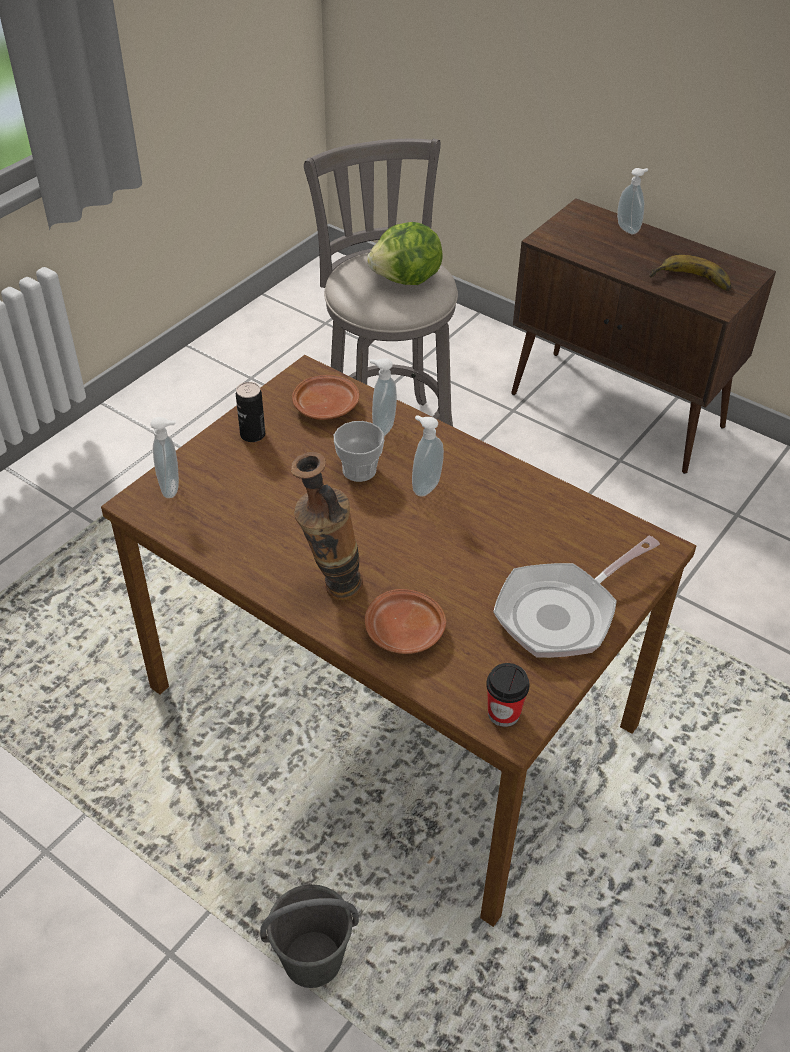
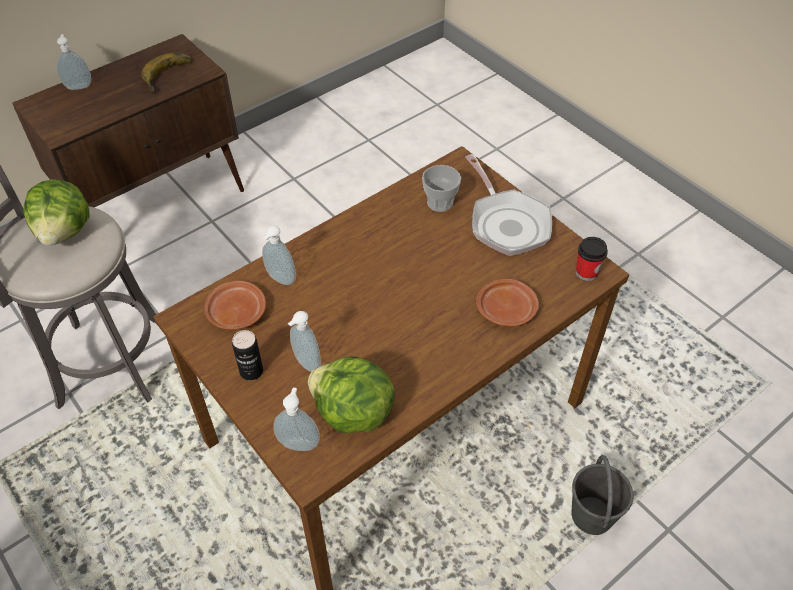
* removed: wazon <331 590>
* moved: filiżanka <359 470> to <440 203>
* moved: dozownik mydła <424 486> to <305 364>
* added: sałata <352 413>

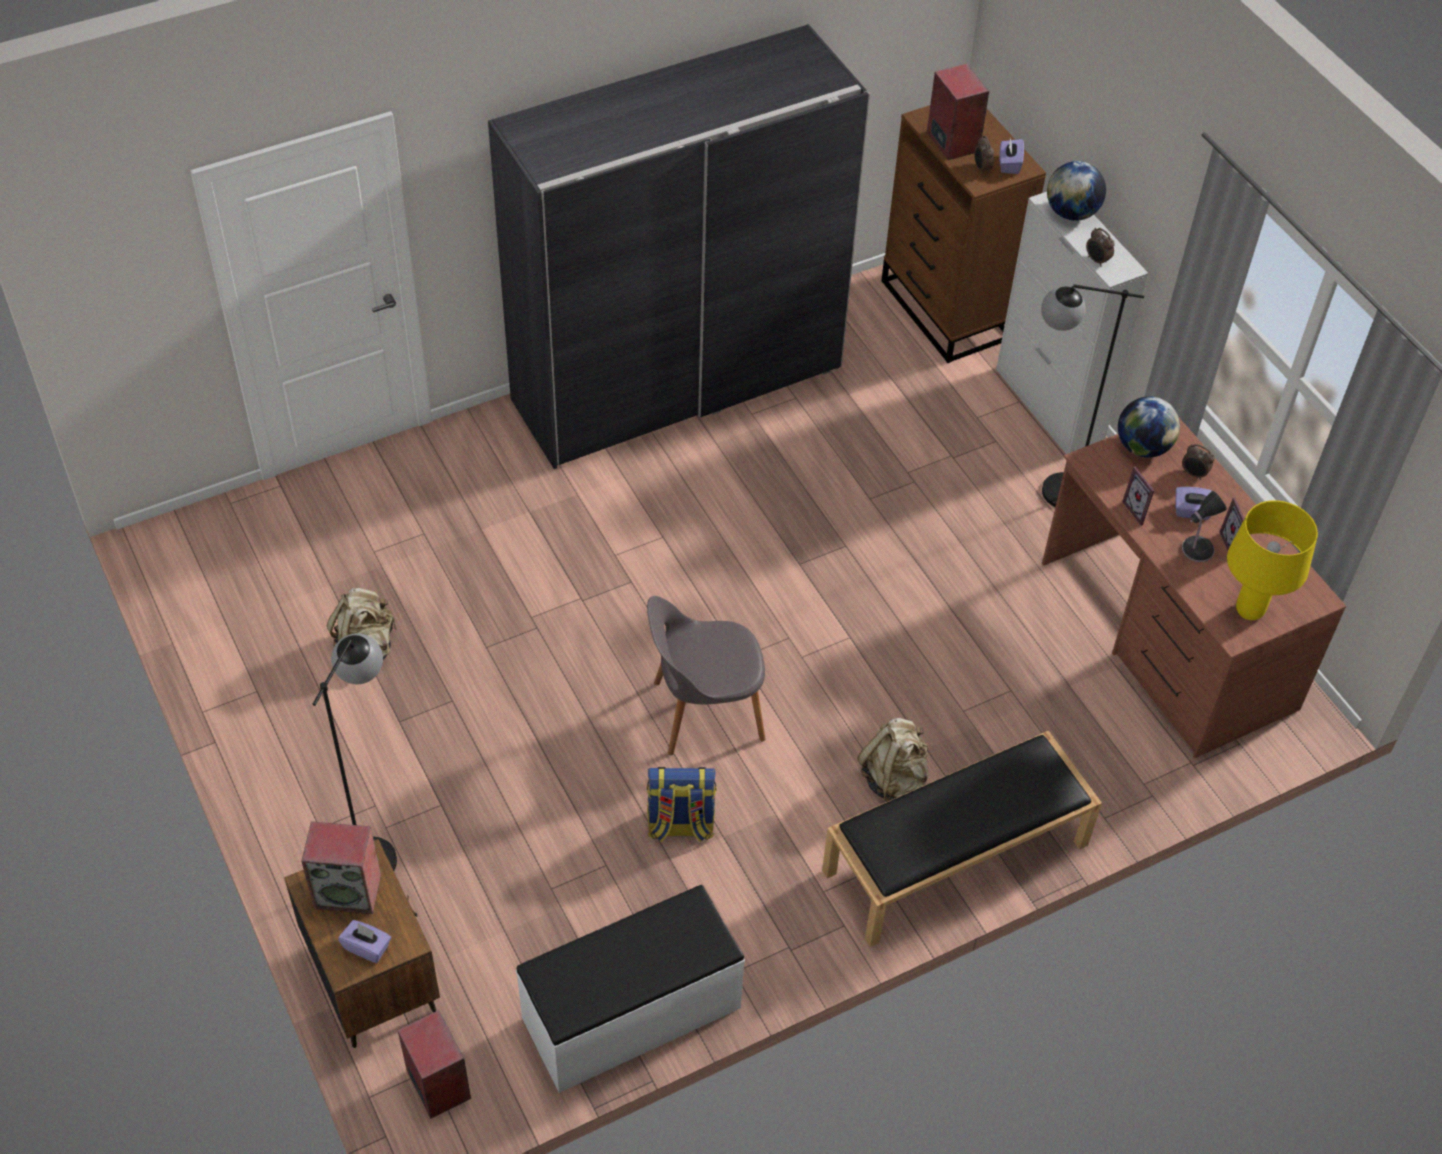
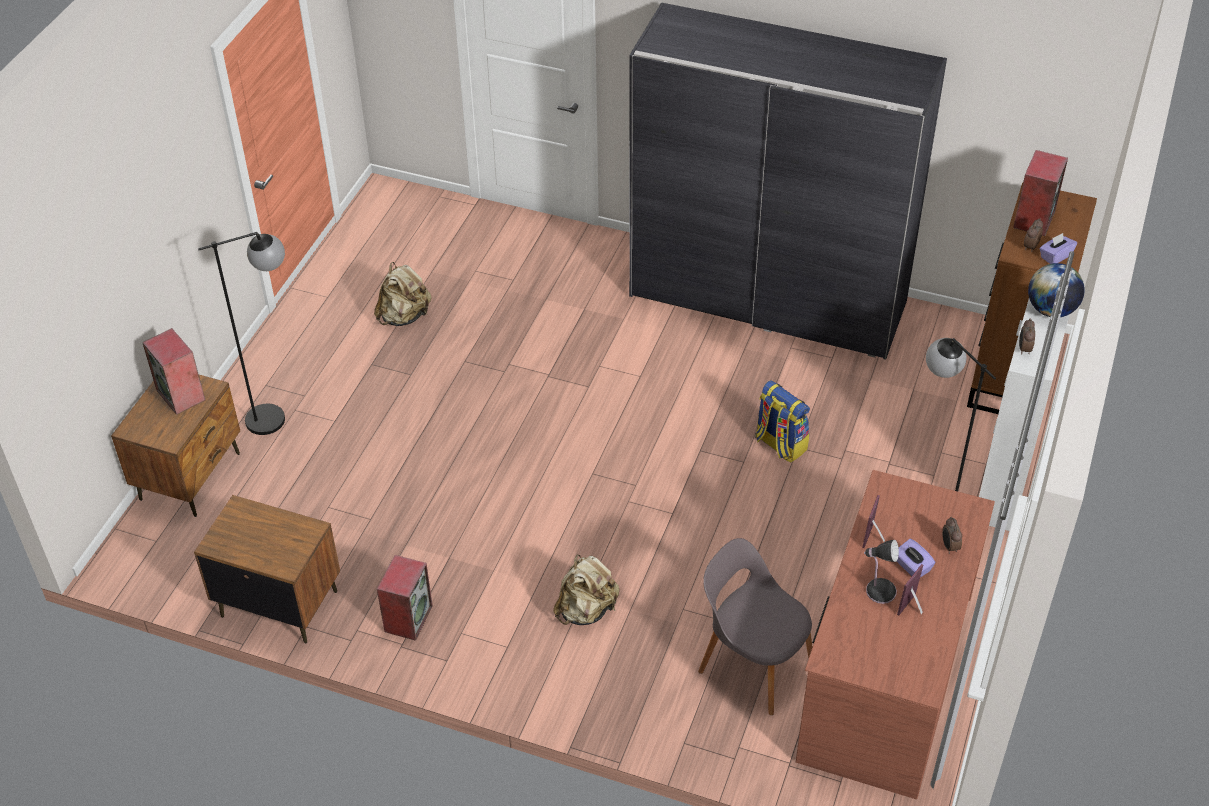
* removed: pudełko chusteczek (fioletowy) <367 947>
* moved: głośnik <437 1084> to <408 618>
* replaced: ławka (biały) <632 1014> to szafka nocna (brązowy) <279 603>
* moved: plecak <680 826> to <779 444>
* moved: krzesło (szary) <704 712> to <753 664>
* removed: ławka (czarny) <955 859>
* removed: globus <1142 447>
* removed: lampa stołowa (żółty) <1250 611>

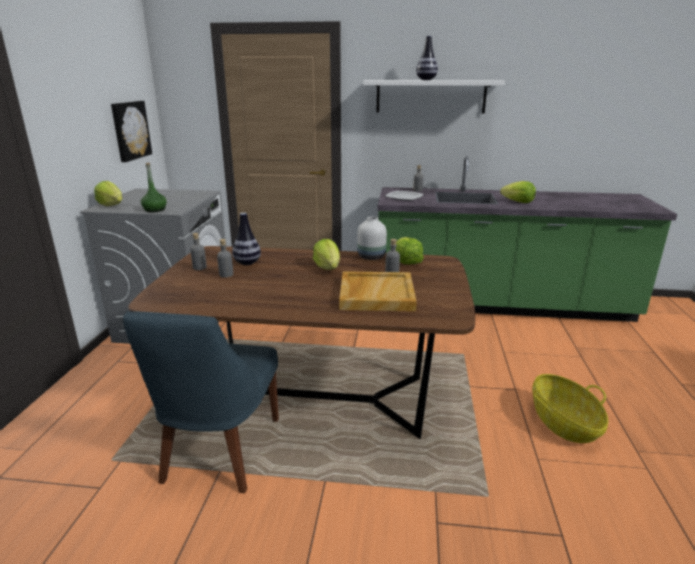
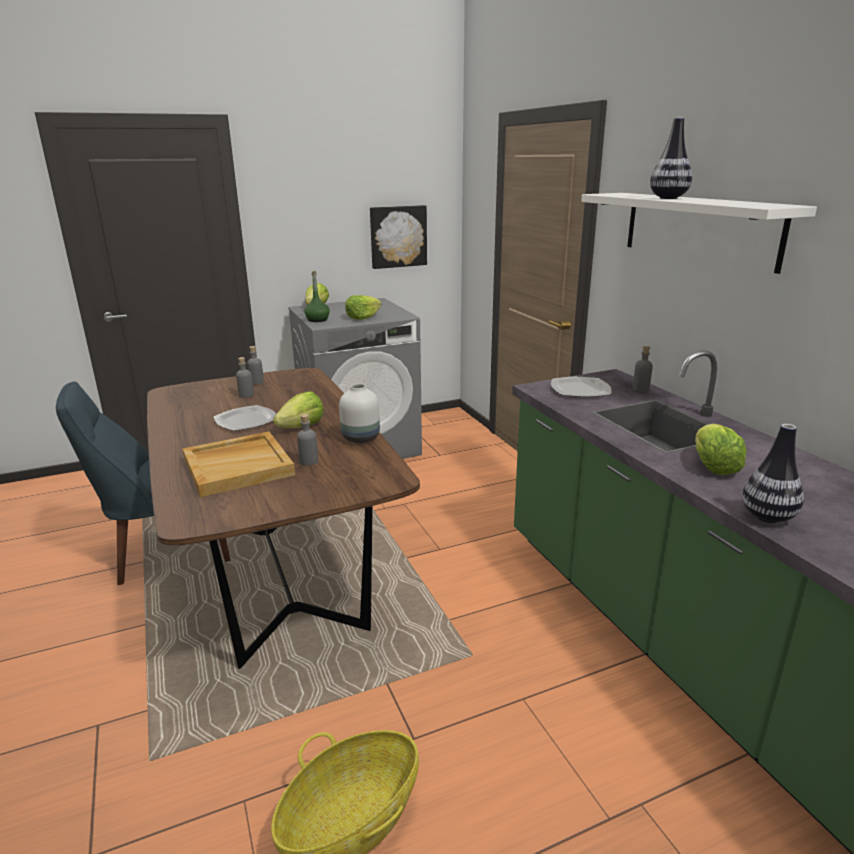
* moved: wazon <247 263> to <767 517>
* moved: sałata <406 261> to <362 317>
* added: talerz <246 421>

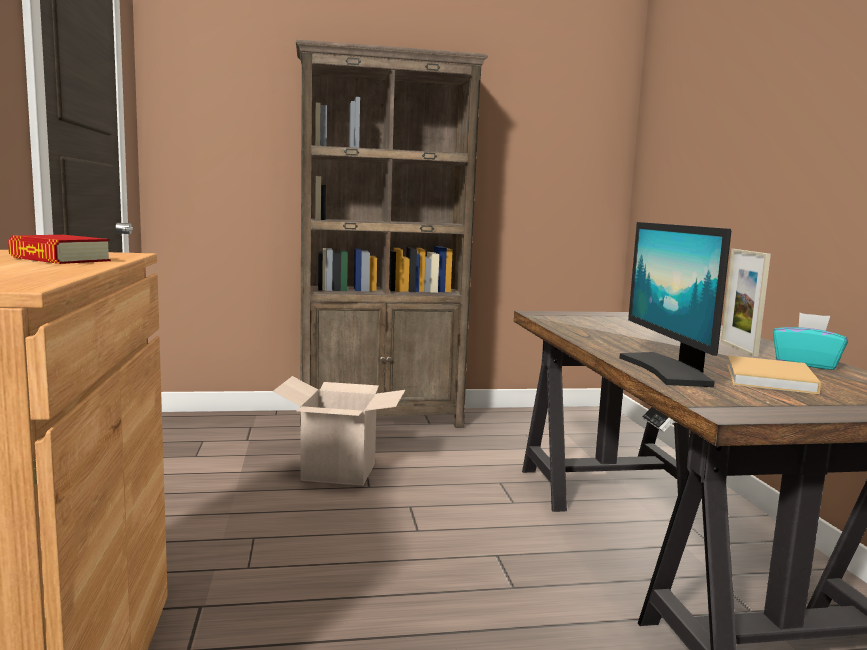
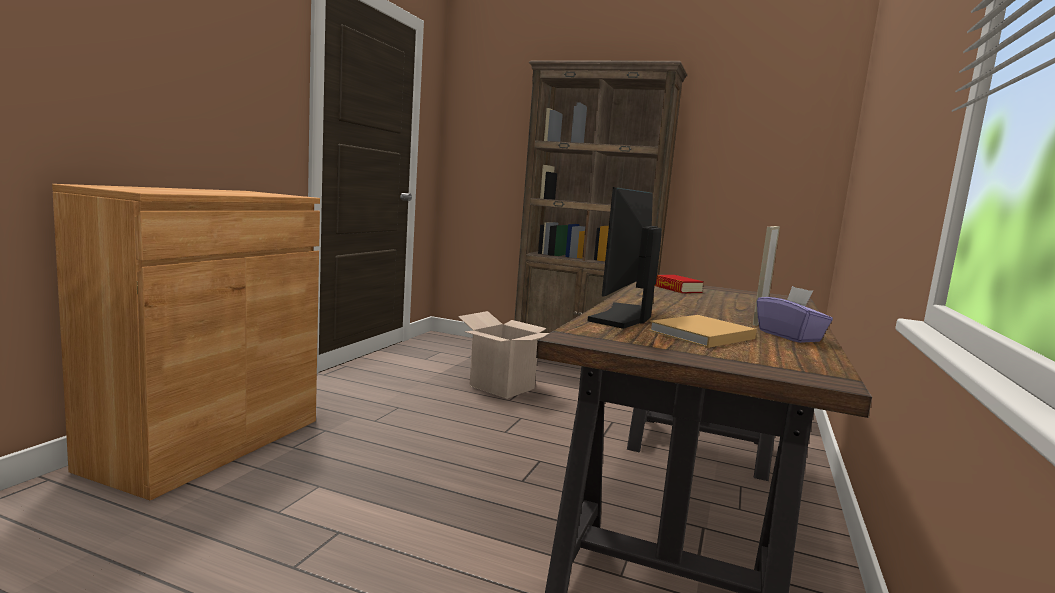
* moved: książka <60 259> to <676 289>
* recoloured: pudełko chusteczek (turkusowy) <807 363> to pudełko chusteczek (fioletowy) <789 336>

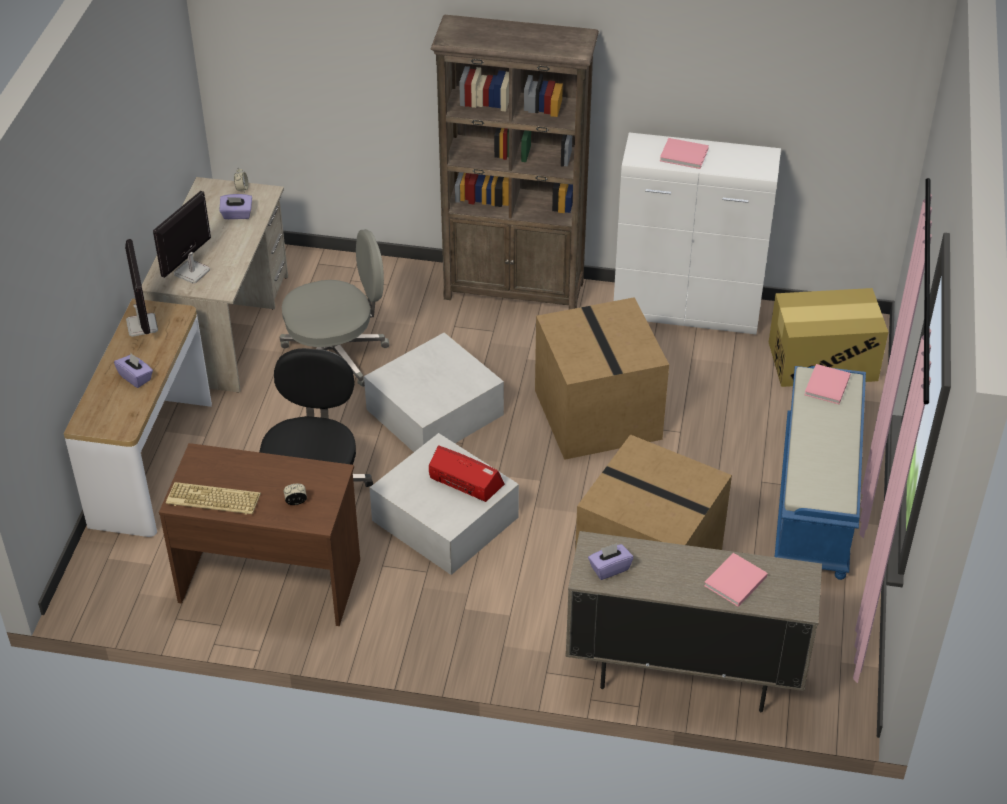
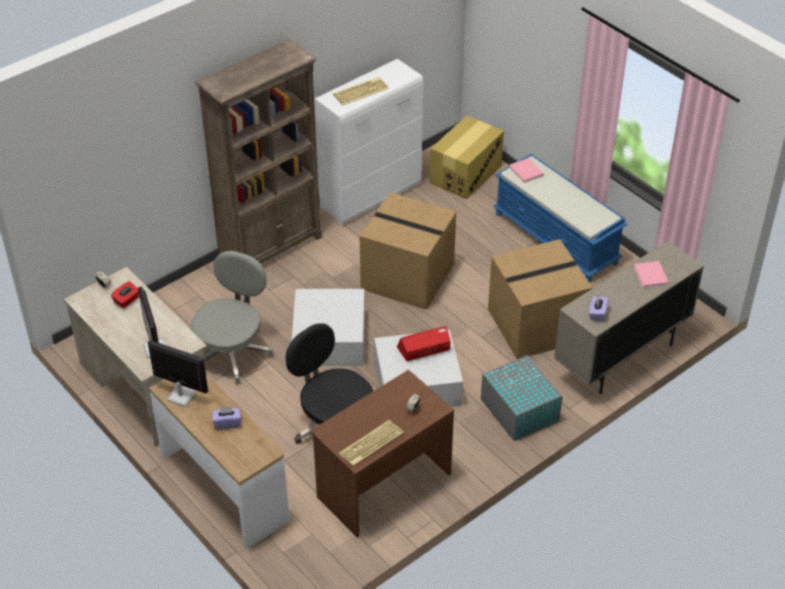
* recoloured: pudełko chusteczek (fioletowy) <237 215> to pudełko chusteczek (czerwony) <127 300>
* replaced: książka (różowy) <685 155> to klawiatura <361 91>
* added: pojemnik do przechowywania (szary) <519 409>

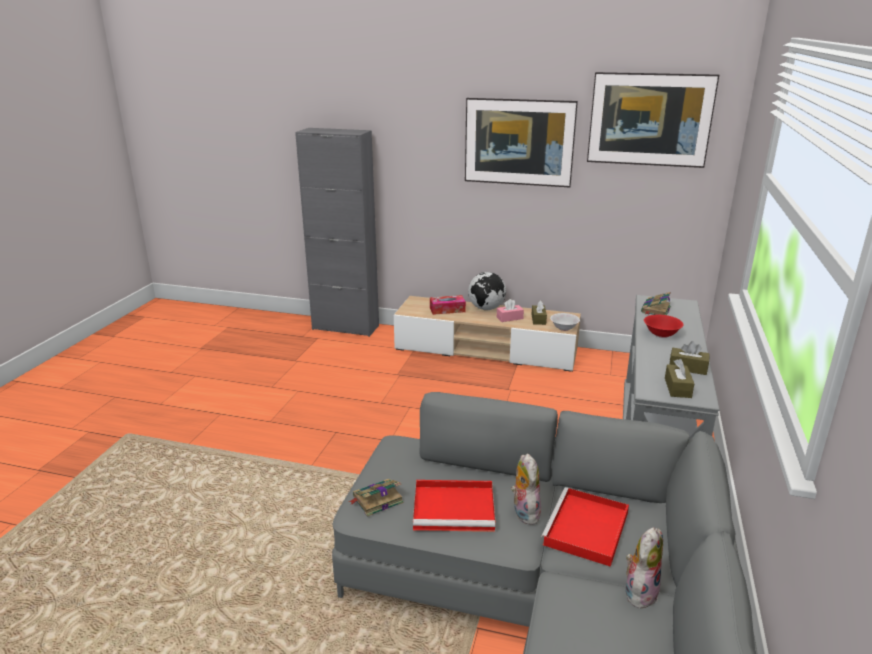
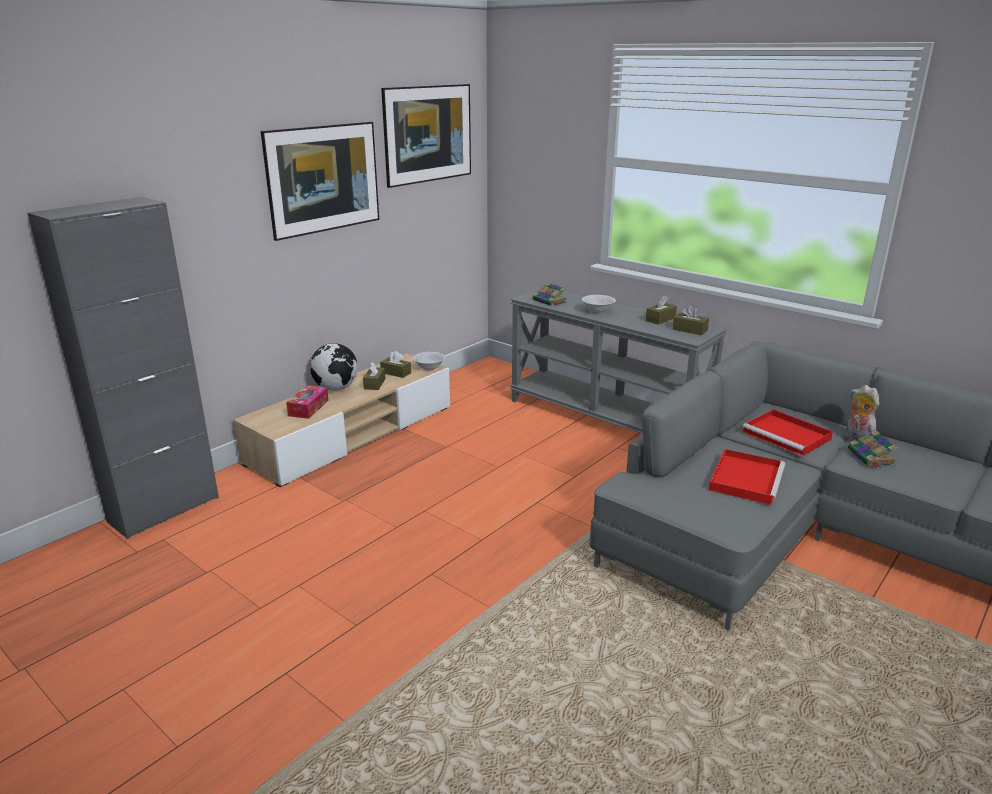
* moved: książka <376 500> to <871 457>
* recoloured: pudełko chusteczek (różowy) <509 318> to pudełko chusteczek (brązowy) <374 384>
* removed: pluszak <524 512>
* recoloured: miska (czerwony) <661 334> to miska (biały) <598 311>

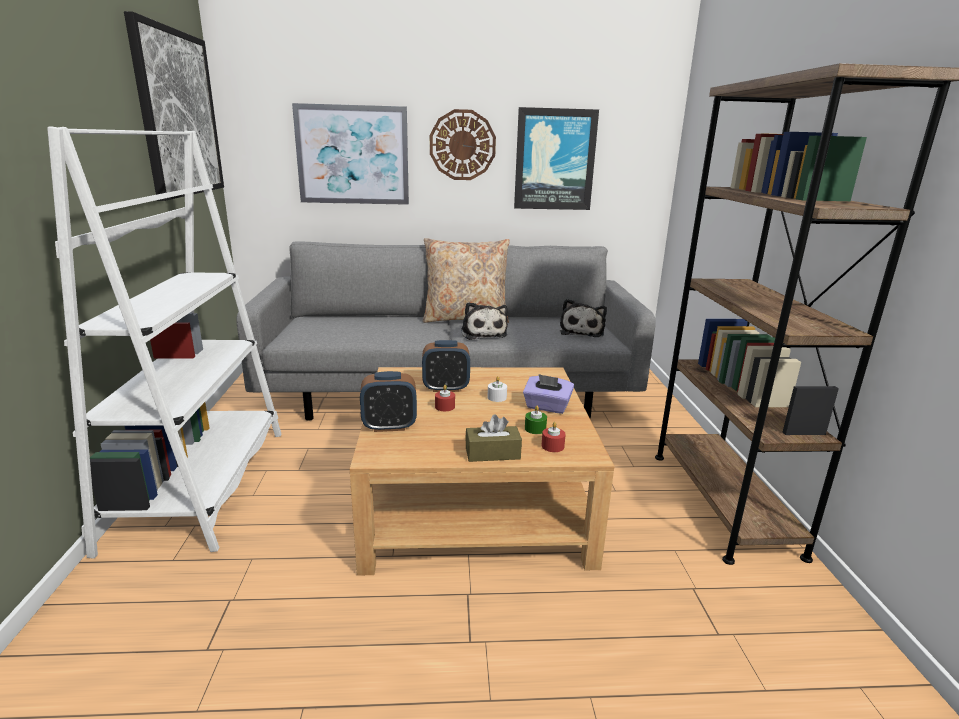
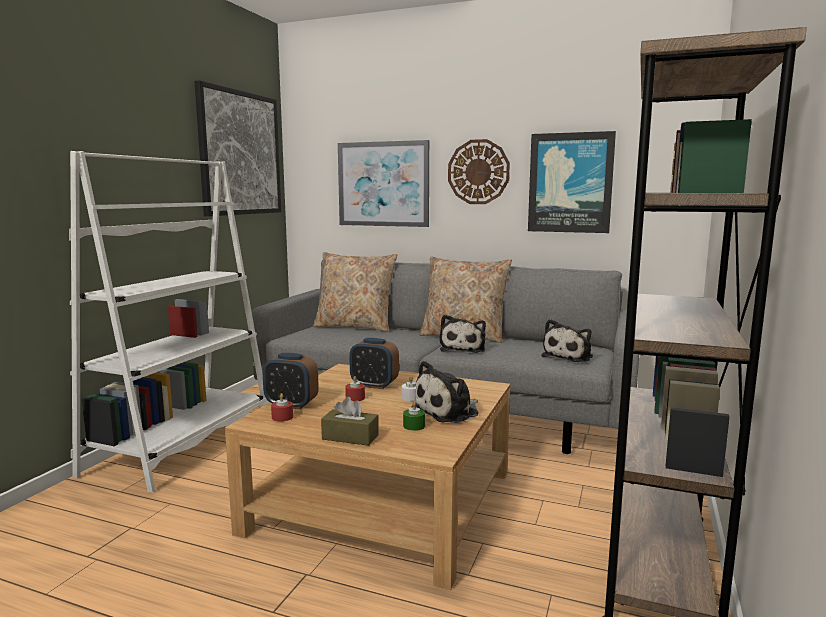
* replaced: pudełko chusteczek (fioletowy) <547 407> to pluszak <448 411>
* moved: świeca (czerwony) <552 446> to <282 417>
* added: poduszka (beżowy) <355 326>

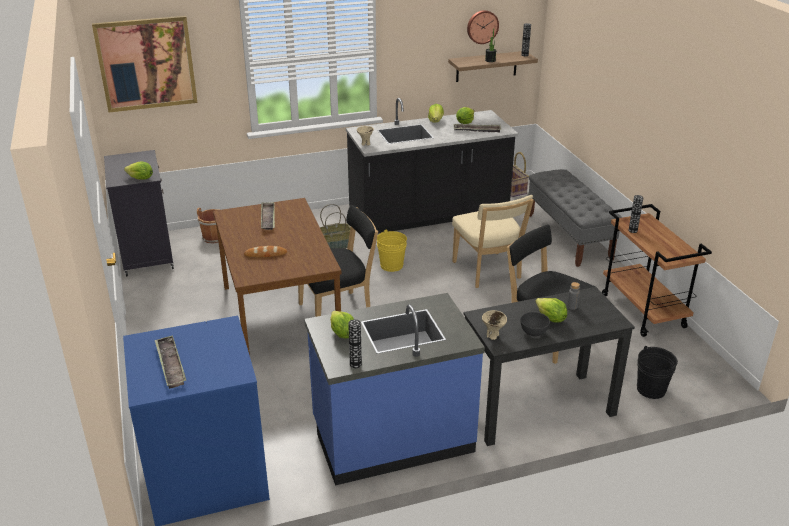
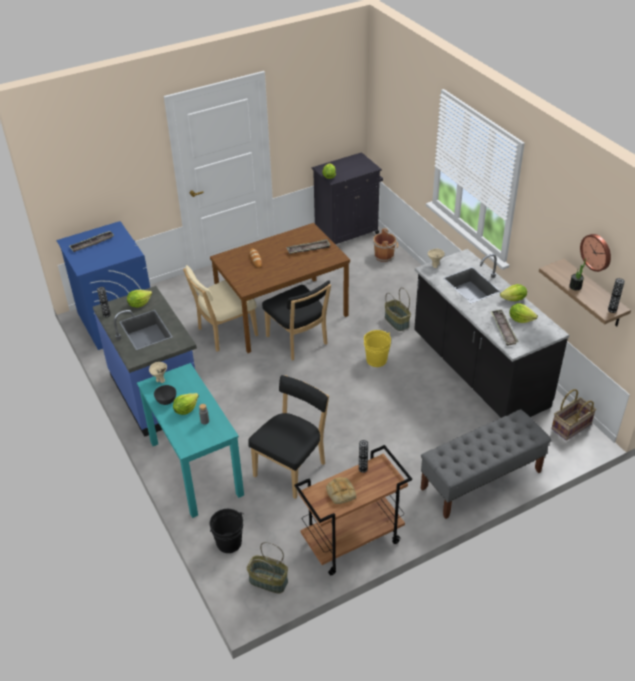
* removed: obraz <146 64>
* moved: krzesło (beżowy) <488 272> to <224 333>
* recoloured: biurko (czarny) <537 408> to biurko (turkusowy) <195 467>
* added: koszyk <268 581>
* added: chleb <340 492>

